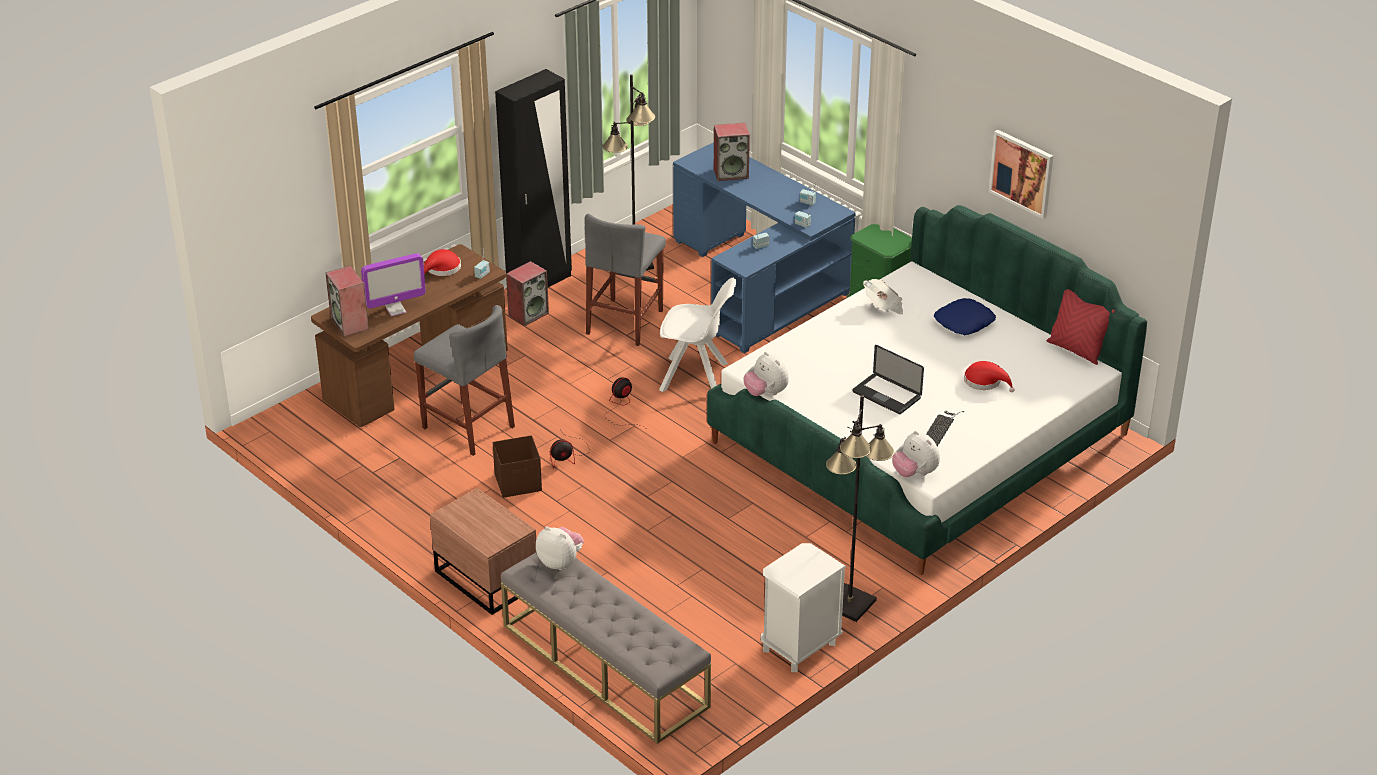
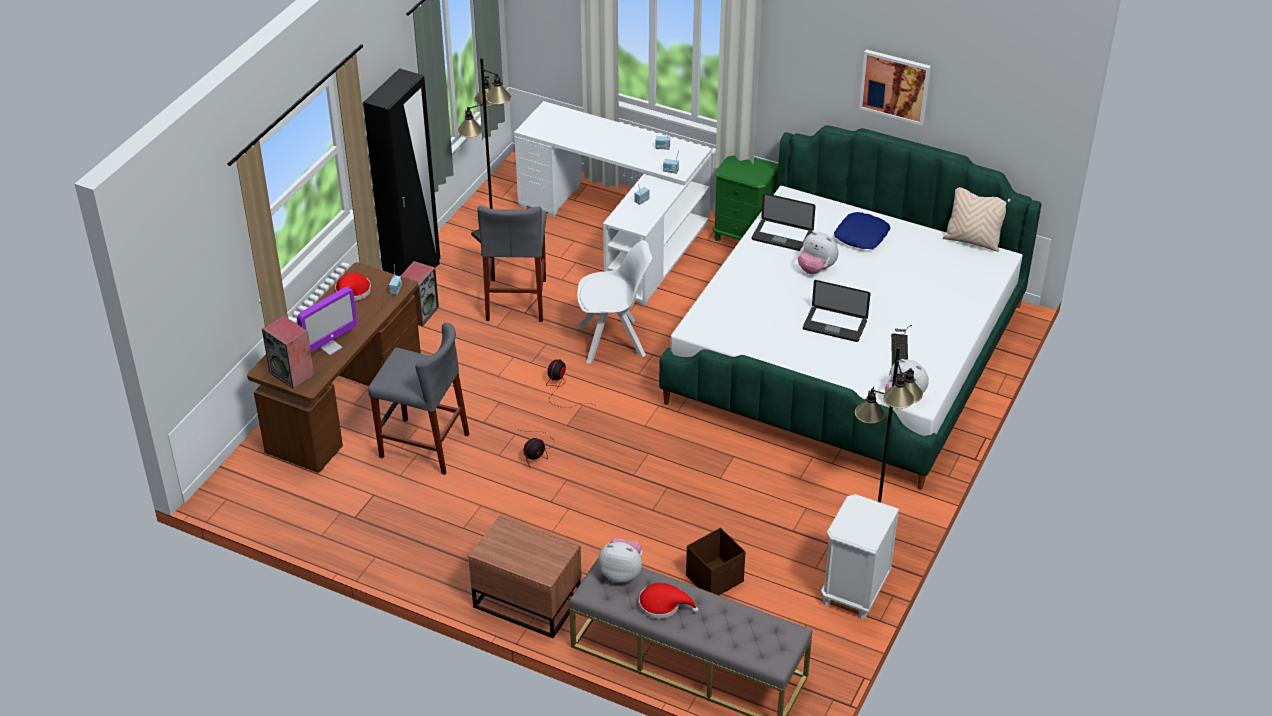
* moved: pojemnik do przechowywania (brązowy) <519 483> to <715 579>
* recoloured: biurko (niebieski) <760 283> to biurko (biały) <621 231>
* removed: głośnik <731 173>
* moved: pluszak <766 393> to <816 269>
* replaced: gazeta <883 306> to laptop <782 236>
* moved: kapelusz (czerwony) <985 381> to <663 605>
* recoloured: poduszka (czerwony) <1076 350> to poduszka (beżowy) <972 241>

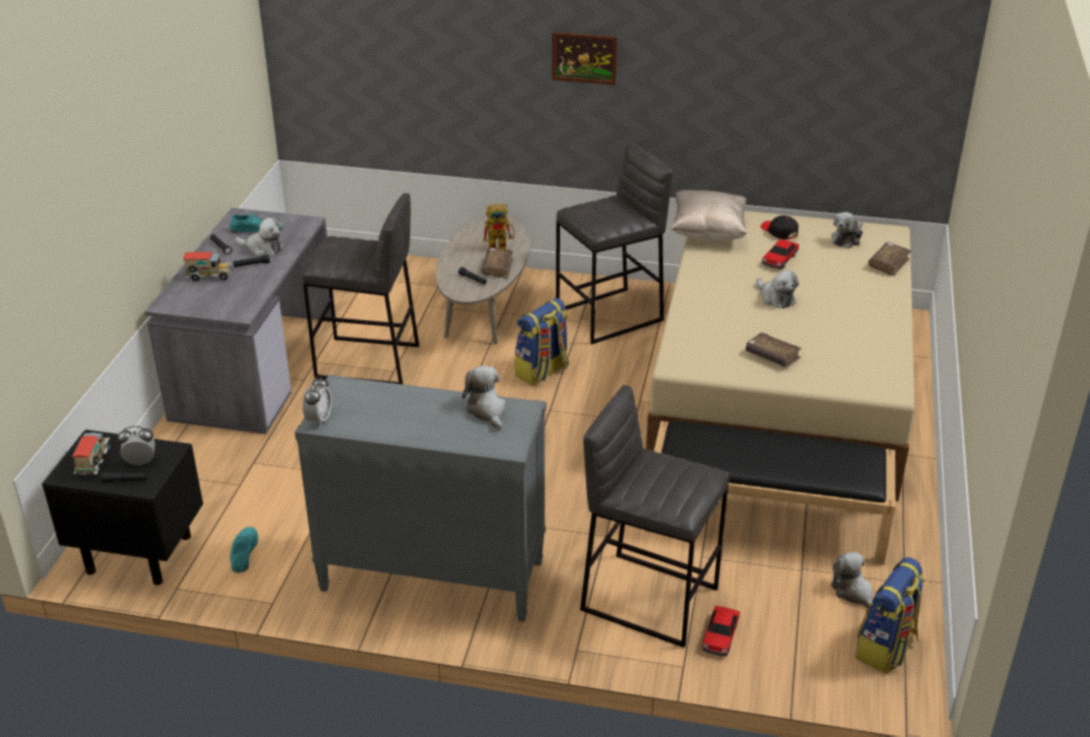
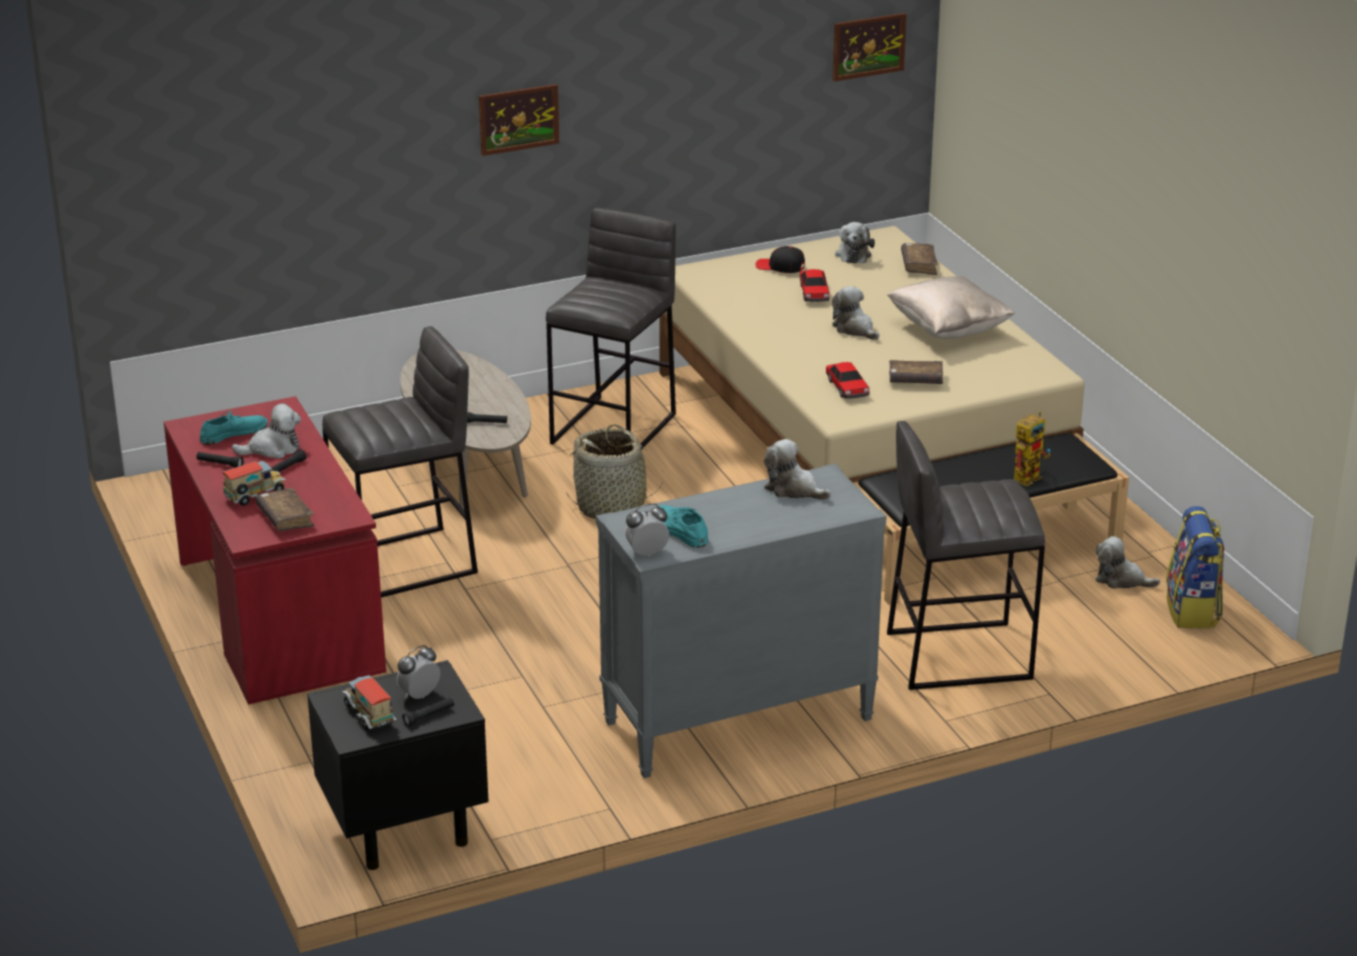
* recoloured: biurko (szary) <255 367> to biurko (czerwony) <277 615>
* moved: but (turkusowy) <243 551> to <679 530>
* turned: budzik <319 419> = <647 553> 90 degrees counterclockwise
* moved: książka (brązowy) <497 268> to <285 518>
* moved: robot zabawkowy <501 248> to <1028 476>
* replaced: plecak <542 372> to koszyk <611 506>
* moved: poduszka (beżowy) <708 233> to <948 330>
* moved: samochodzik <720 636> to <847 388>
* turned: pluszak <775 298> = <855 329> 150 degrees counterclockwise
* added: obraz <868 46>

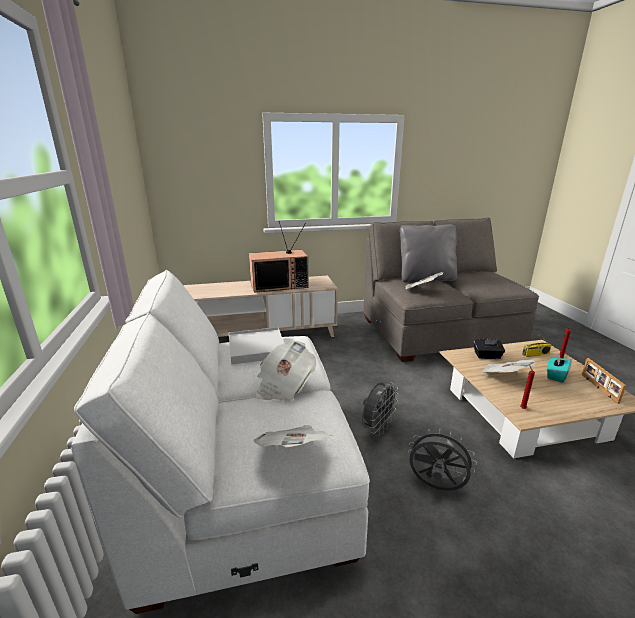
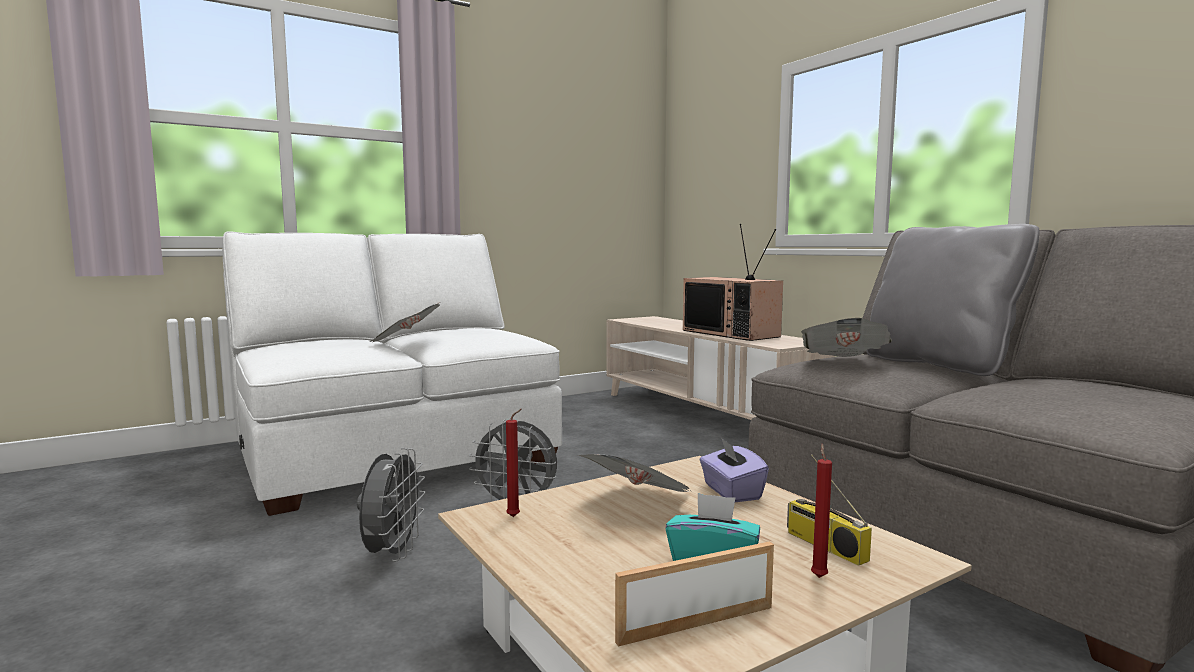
* removed: taca (biały) <257 348>
* removed: gazeta <294 452>
* recoloured: pudełko chusteczek (czarny) <487 356> to pudełko chusteczek (fioletowy) <731 492>

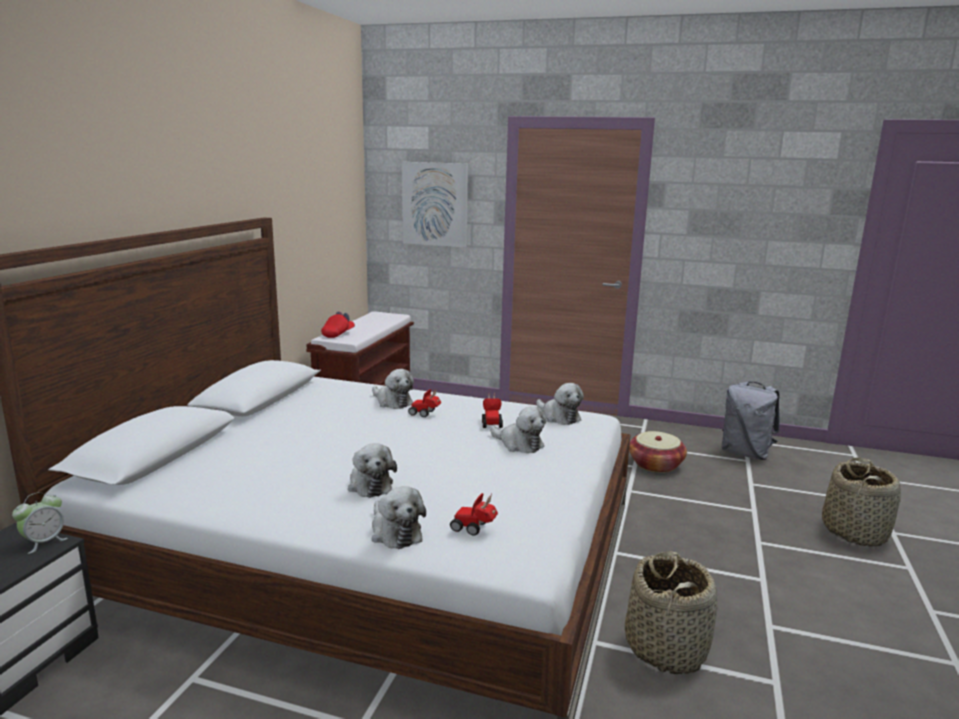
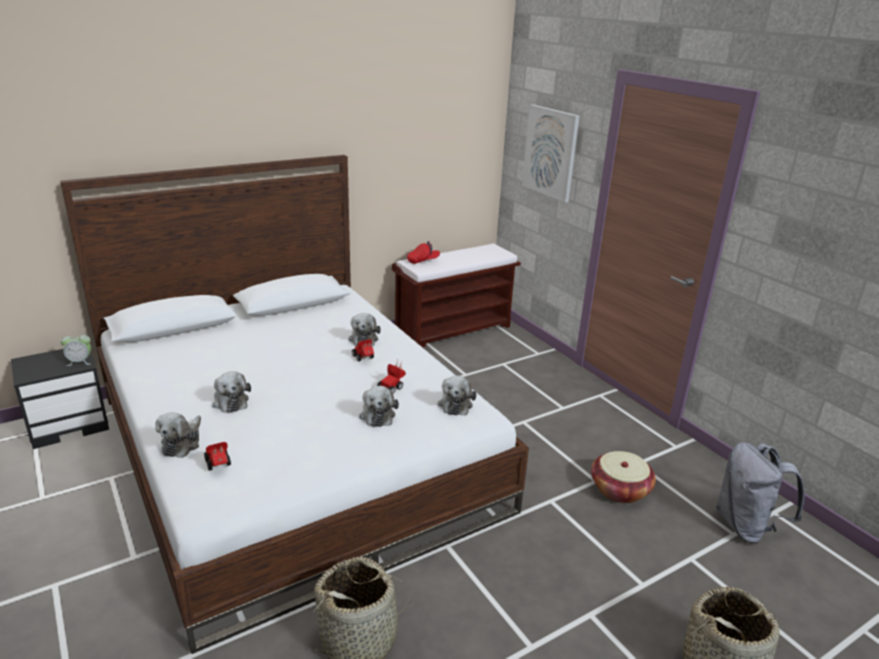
* turned: pluszak <369 484> = <230 401> 45 degrees counterclockwise

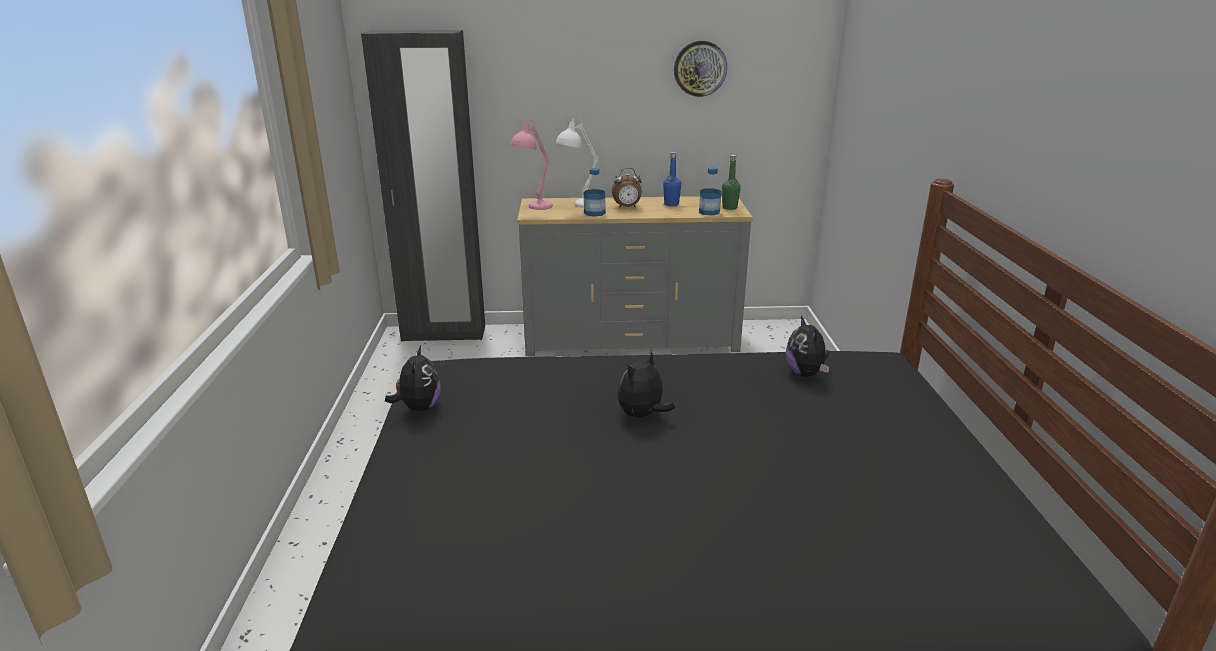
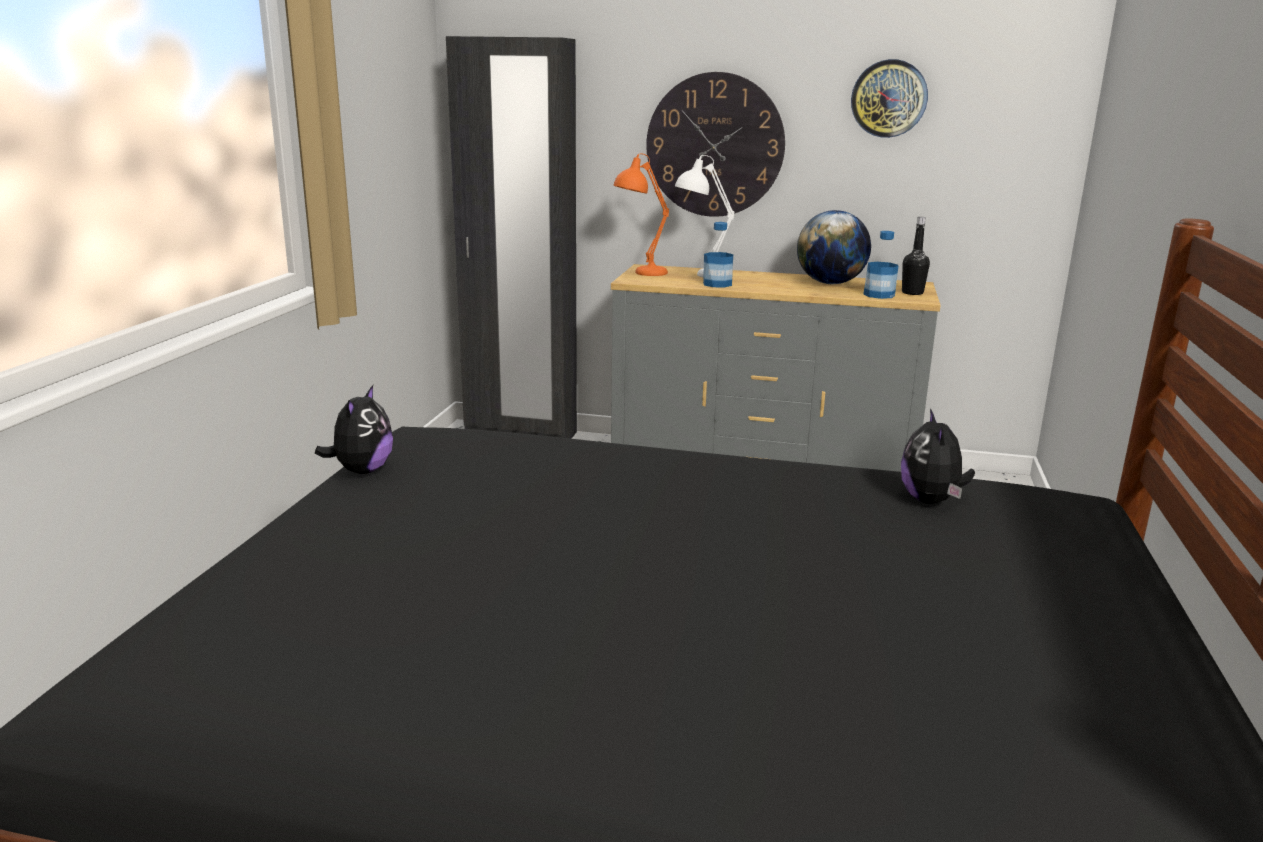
* recoloured: lampa stołowa (różowy) <533 208> to lampa stołowa (pomarańczowy) <639 274>
* removed: budzik <627 207>
* removed: pluszak <642 415>
* replaced: butelka (niebieski) <671 204> to globus <830 283>
* recoloured: butelka (zielony) <729 207> to butelka (czarny) <912 293>
* added: zegar ścienny <715 145>

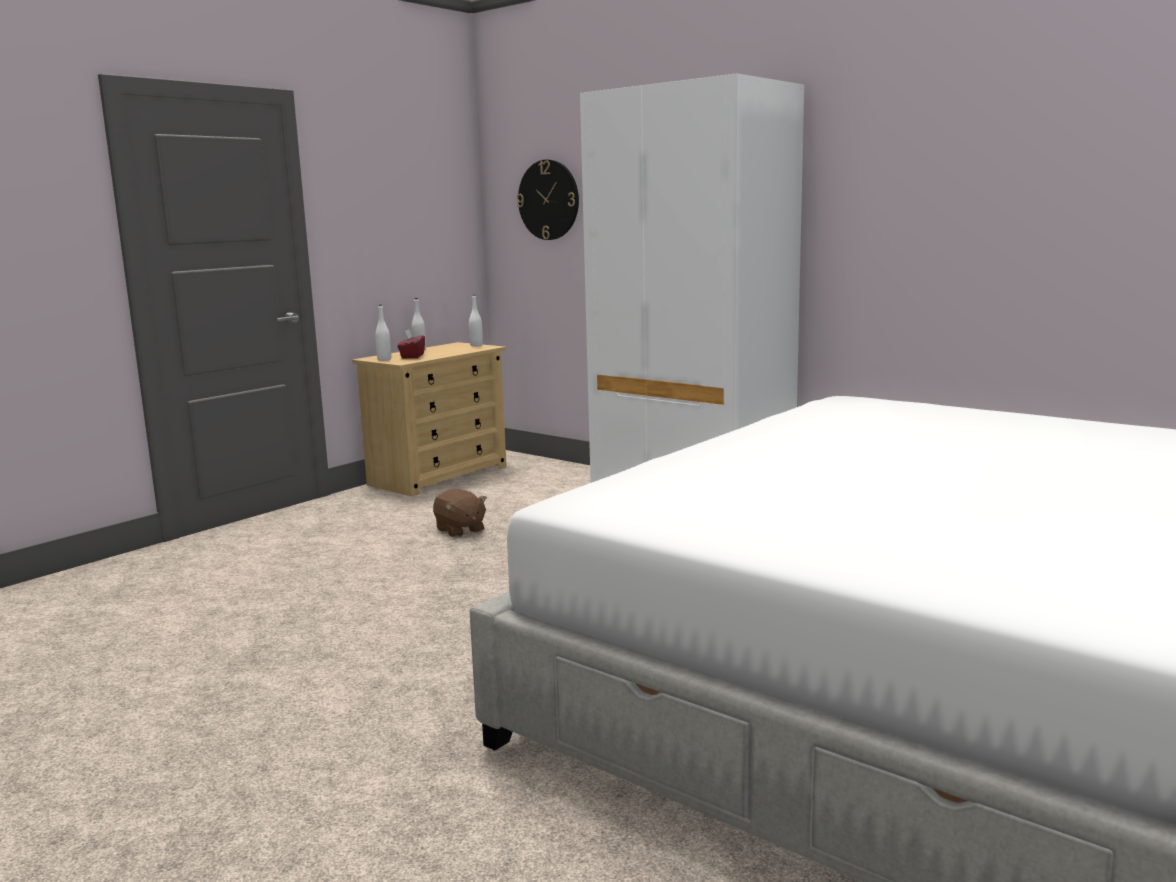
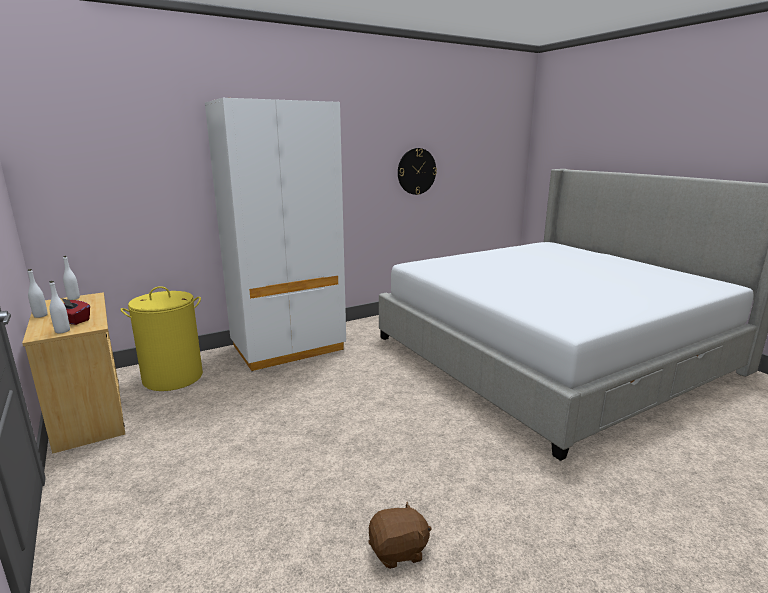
* moved: pluszak (brązowy) <460 530> to <398 551>
* moved: zegar ścienny <548 200> to <416 171>
* added: kosz na pranie (żółty) <173 377>

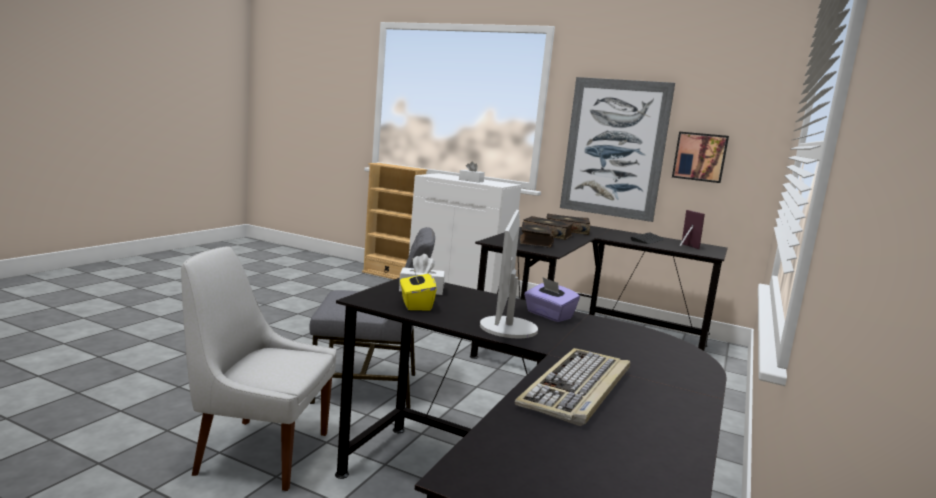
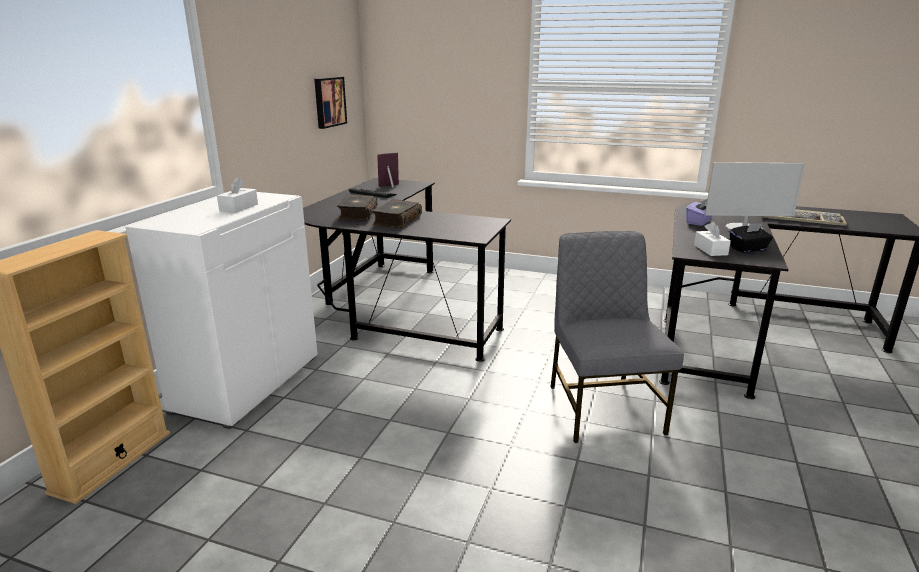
* removed: krzesło (biały) <258 452>
* recoloured: pudełko chusteczek (żółty) <415 304> to pudełko chusteczek (czarny) <748 249>
* removed: książka <534 242>
* removed: obraz <614 148>

